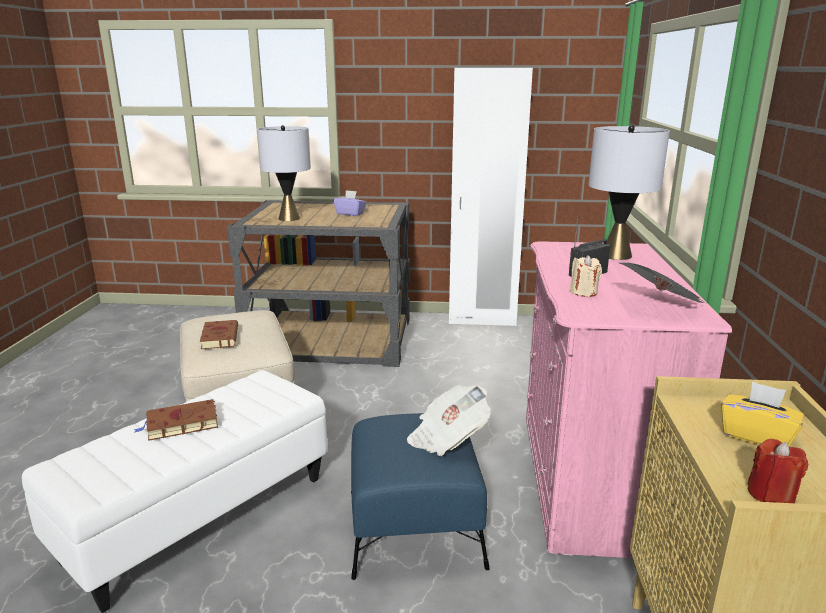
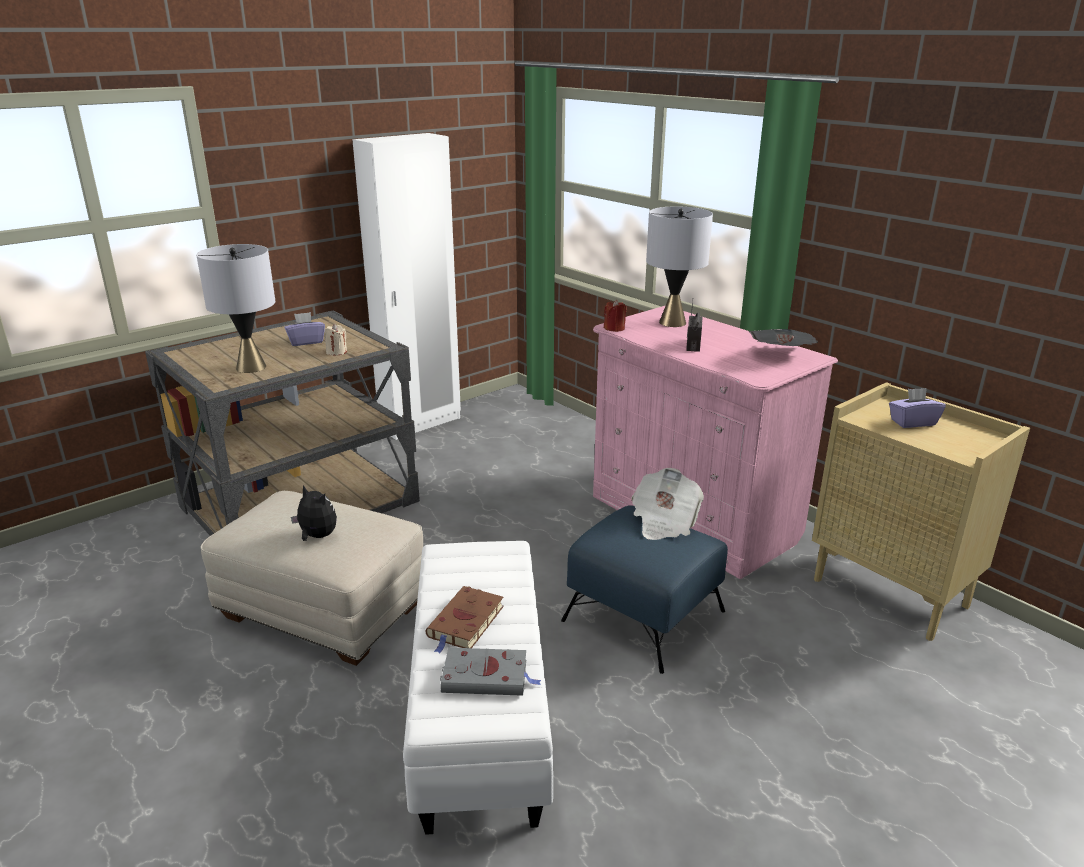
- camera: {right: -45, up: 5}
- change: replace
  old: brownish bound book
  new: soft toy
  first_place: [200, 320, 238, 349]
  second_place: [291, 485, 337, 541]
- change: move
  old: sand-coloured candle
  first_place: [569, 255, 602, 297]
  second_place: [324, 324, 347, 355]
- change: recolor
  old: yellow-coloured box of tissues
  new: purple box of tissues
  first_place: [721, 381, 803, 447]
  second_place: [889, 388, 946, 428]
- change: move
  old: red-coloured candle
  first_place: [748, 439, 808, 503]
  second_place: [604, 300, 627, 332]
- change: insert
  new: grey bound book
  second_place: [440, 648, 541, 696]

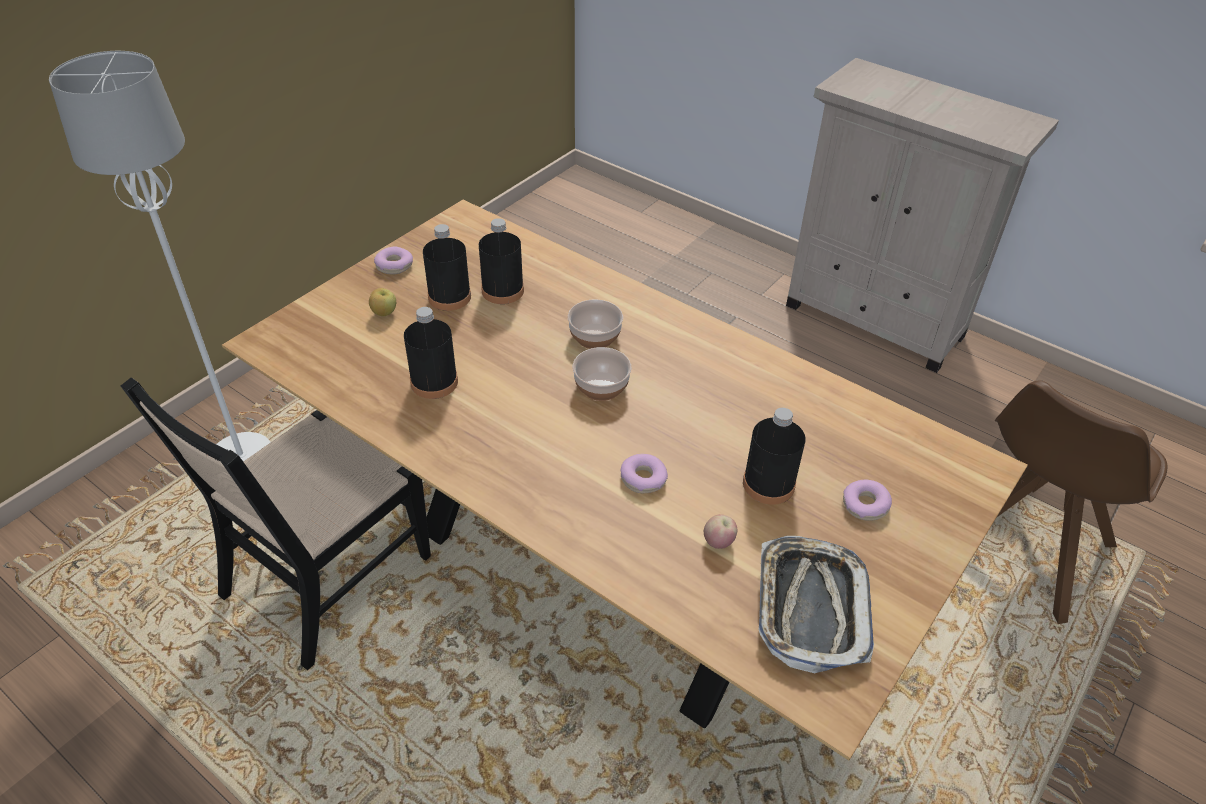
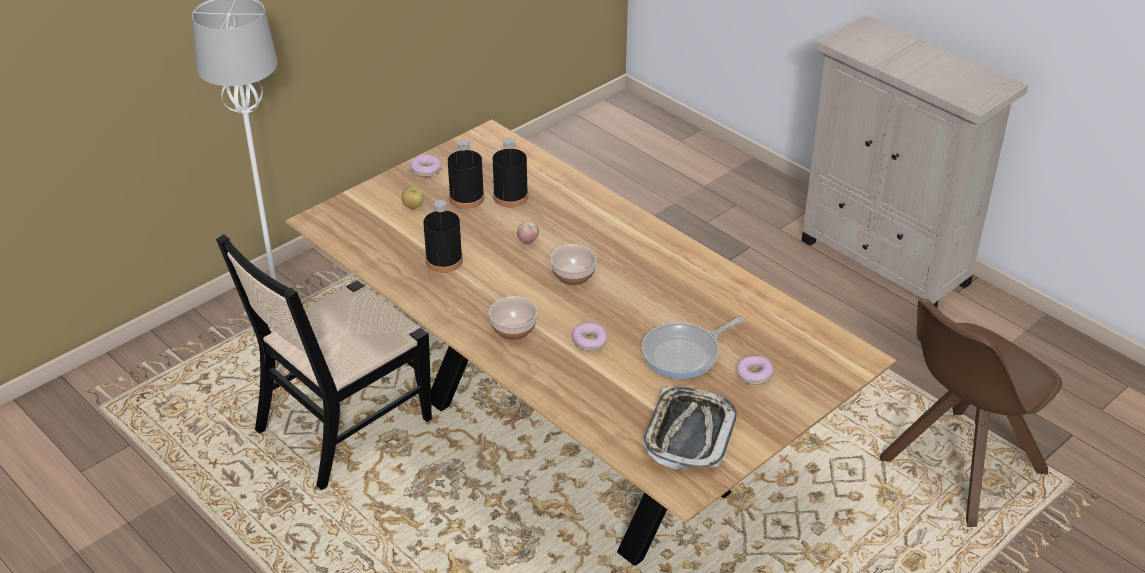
- camera: {right: 10, up: -5}
- change: move
  old: serving bowl
  first_place: [568, 300, 623, 349]
  second_place: [489, 296, 538, 340]
- change: move
  old: apple fruit
  first_place: [704, 514, 737, 549]
  second_place: [517, 221, 539, 244]
- change: replace
  old: black beverage bottle
  new: frying pan
  first_place: [743, 408, 806, 505]
  second_place: [641, 317, 744, 379]

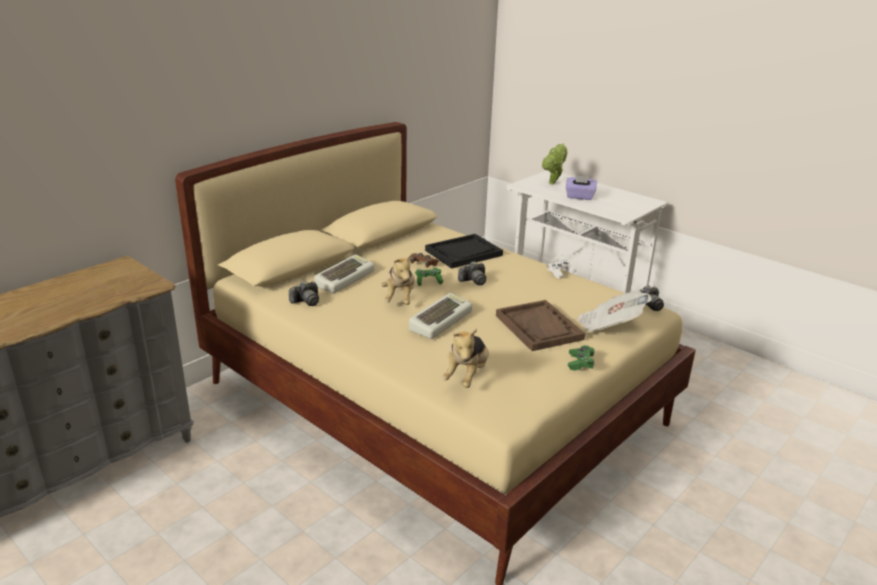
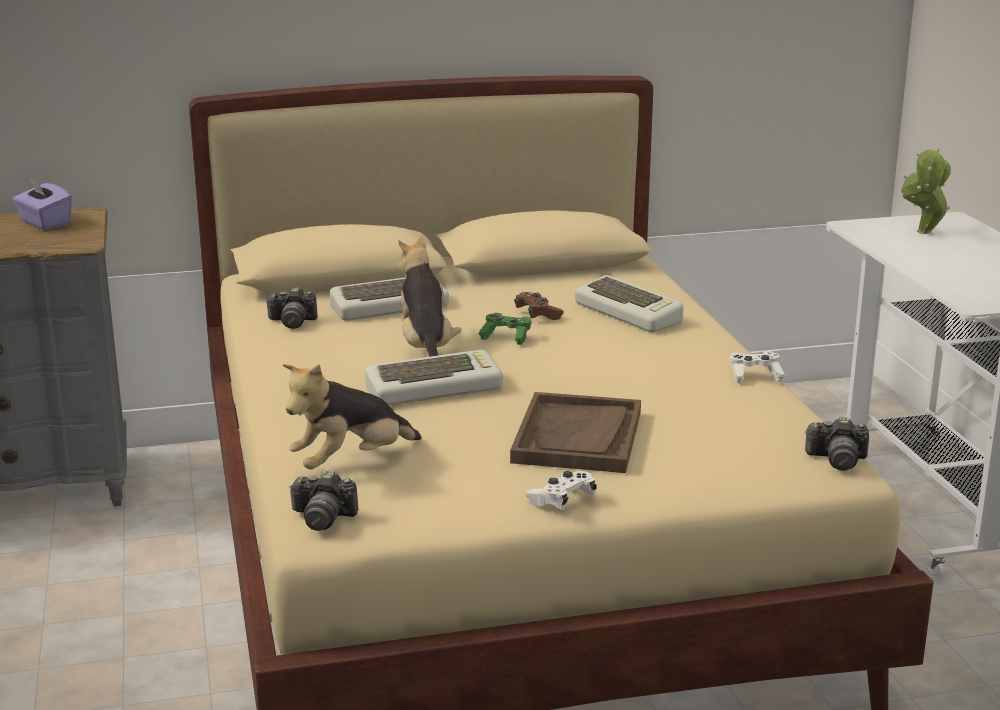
- camera: {right: 35, up: -5}
- change: rotate
  old: soft toy
  first_place: [381, 254, 415, 305]
  second_place: [398, 236, 462, 357]
  degrees: 135
- change: replace
  old: black serving tray
  new: PC keyboard
  first_place: [425, 234, 503, 269]
  second_place: [575, 275, 683, 332]
- change: move
  old: still camera
  first_place: [458, 261, 486, 285]
  second_place: [289, 471, 358, 531]
- change: move
  old: purple box of tissues
  first_place: [566, 175, 597, 200]
  second_place: [13, 176, 72, 230]
- change: recolor
  old: greenish joypad
  new: white-coloured joypad
  first_place: [568, 345, 595, 371]
  second_place: [526, 471, 597, 510]
- change: delete
  old: printed paper
  first_place: [577, 290, 652, 332]

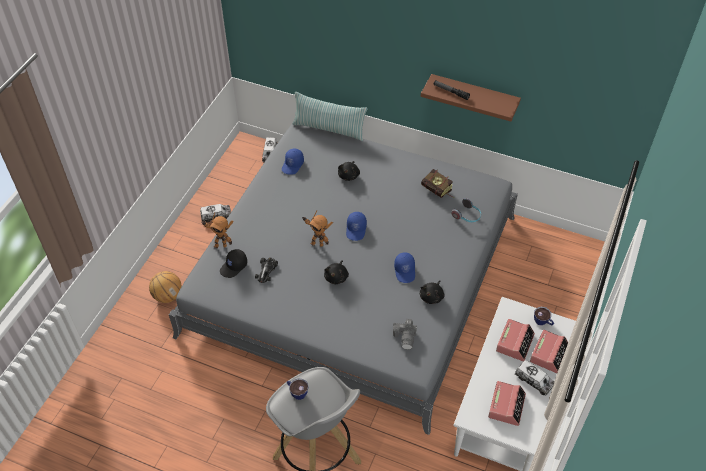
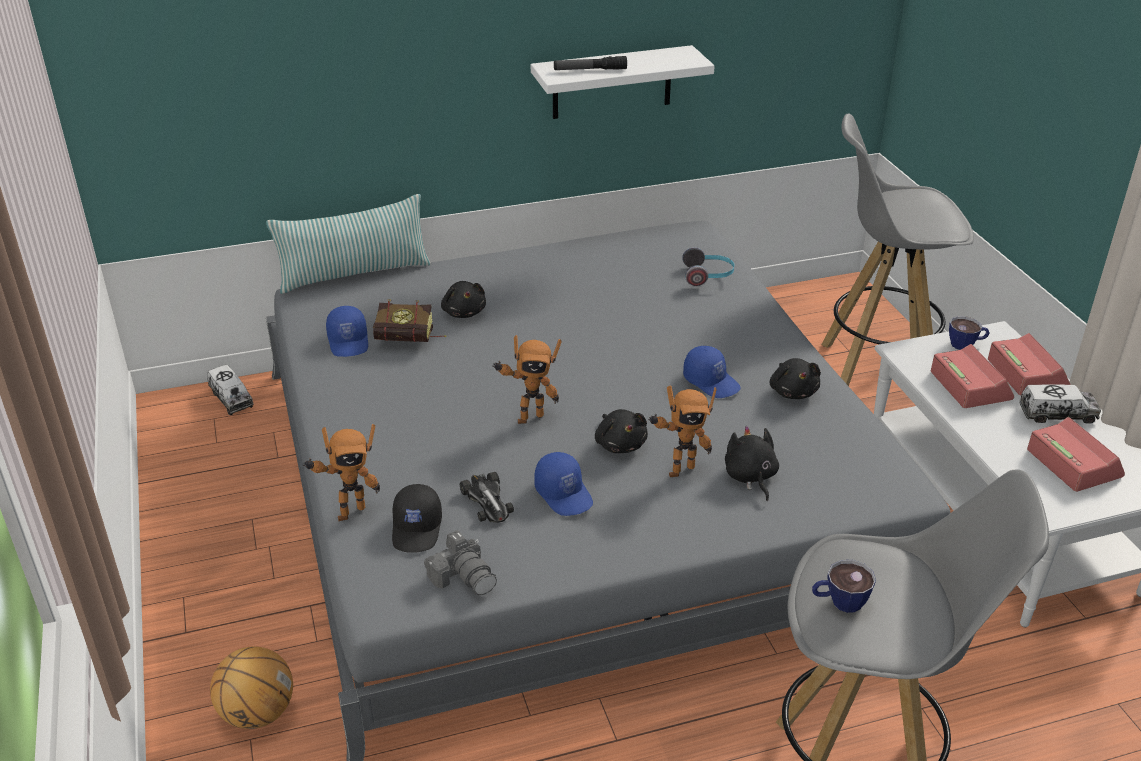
- camera: {right: -40, up: -15}
- change: delete
  old: toy truck
  first_place: [200, 204, 231, 222]
- change: move
  old: bluish cap
  first_place: [346, 212, 367, 241]
  second_place: [534, 452, 593, 516]
- change: move
  old: still camera
  first_place: [393, 319, 417, 350]
  second_place: [424, 530, 497, 595]
- change: recolor
  old: brownish shelf
  new: white-coloured shelf
  first_place: [421, 74, 521, 121]
  second_place: [531, 45, 715, 119]
- change: move
  old: bound book
  first_place: [421, 169, 455, 198]
  second_place: [373, 299, 447, 342]
- change: insert
  new: robot figure
  second_place: [648, 385, 717, 477]
- change: insert
  new: black soft toy
  second_place: [725, 426, 779, 501]
- change: insert
  new: grey stool seat
  second_place: [821, 114, 974, 386]

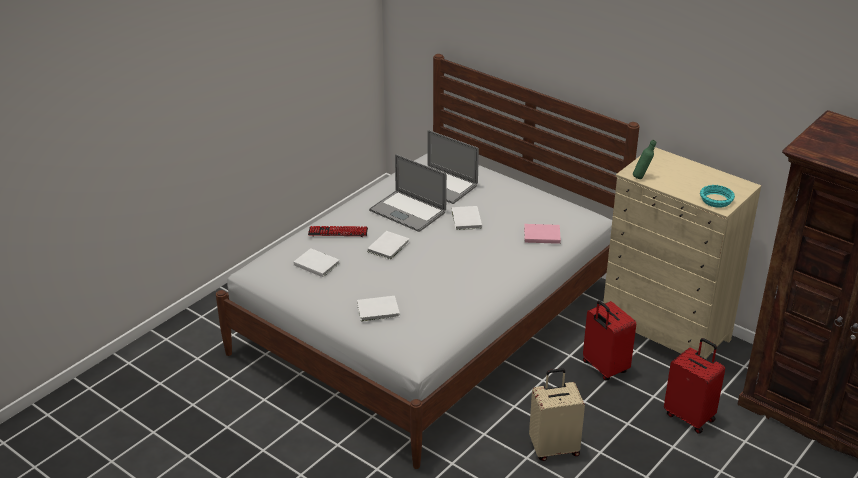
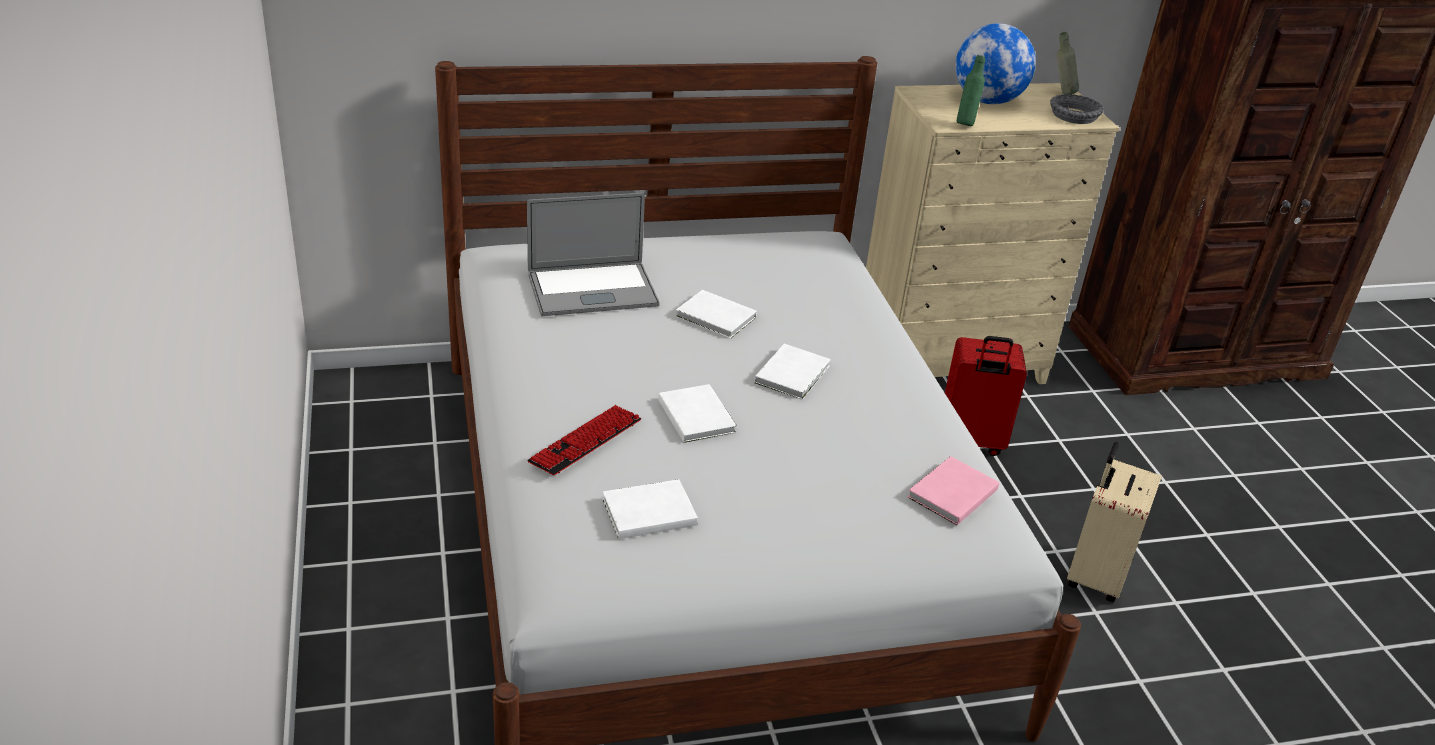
- camera: {right: -55, up: 0}
- change: move
  old: white-coloured bound book
  first_place: [357, 296, 400, 322]
  second_place: [754, 344, 831, 400]
- change: delete
  old: portable computer
  first_place: [369, 154, 447, 232]
- change: move
  old: pinkish bound book
  first_place: [524, 224, 561, 244]
  second_place: [908, 456, 999, 525]
- change: delete
  old: red-coloured suitcase
  first_place: [664, 338, 725, 434]
- change: recolor
  old: turquoise-coloured serving bowl
  new: grey serving bowl
  first_place: [700, 185, 735, 208]
  second_place: [1050, 94, 1104, 124]
- change: insert
  new: globe
  second_place: [956, 23, 1036, 104]
- change: insert
  new: grey beverage bottle
  second_place: [1057, 32, 1079, 95]

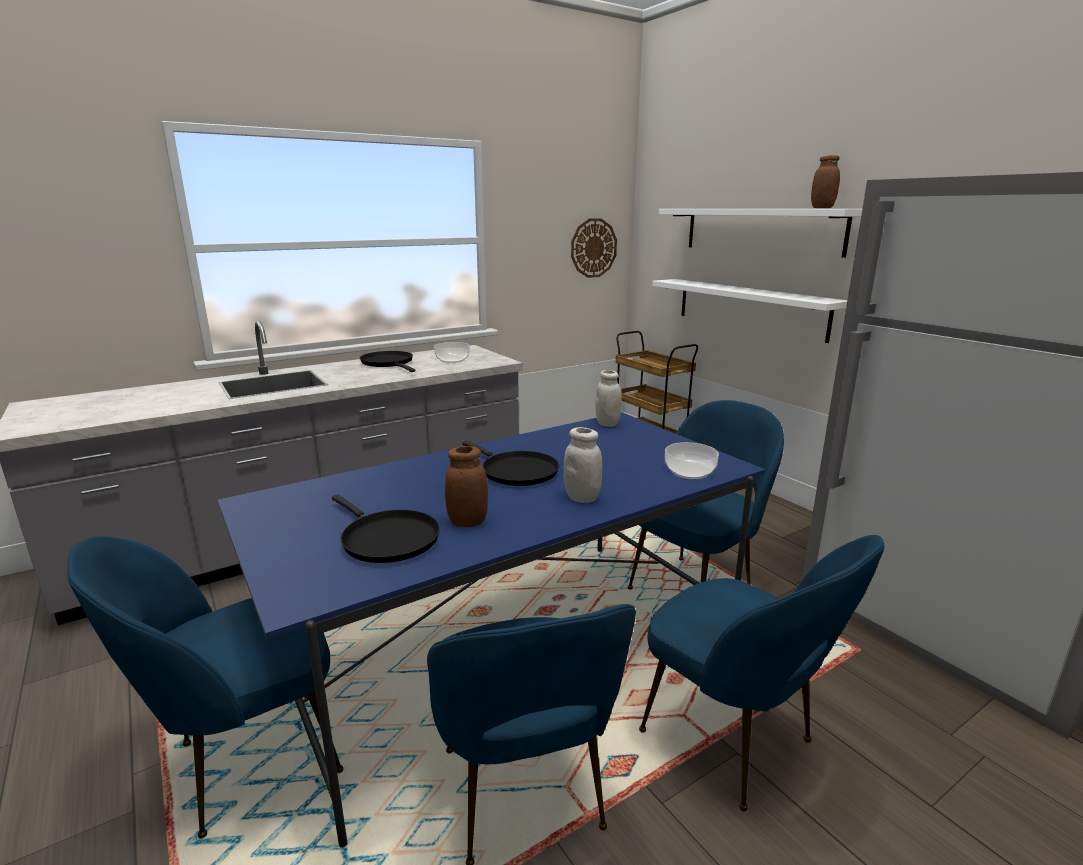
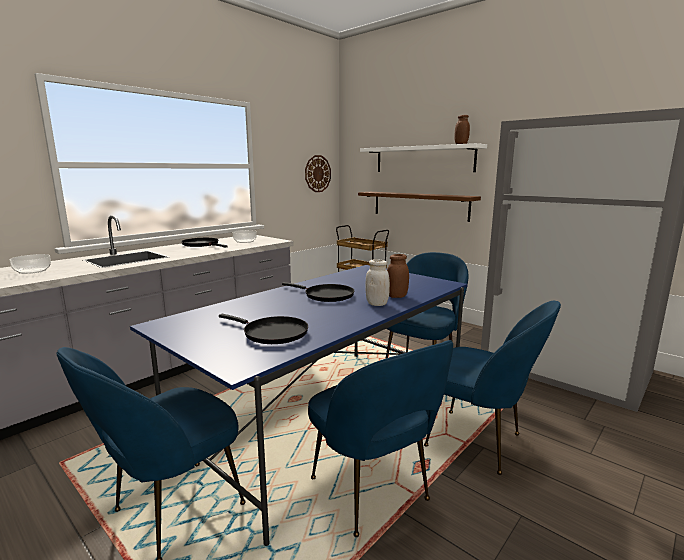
- camera: {right: -15, up: -5}
- change: move
  old: brownish storage jar
  first_place: [445, 446, 488, 527]
  second_place: [387, 254, 409, 298]
- change: delete
  old: white-coloured storage jar
  first_place: [595, 370, 622, 427]
- change: recolor
  old: white-coloured shelf
  new: brownish shelf
  first_place: [652, 279, 847, 343]
  second_place: [358, 192, 481, 222]
- change: move
  old: serving bowl
  first_place: [665, 442, 719, 479]
  second_place: [10, 254, 51, 274]

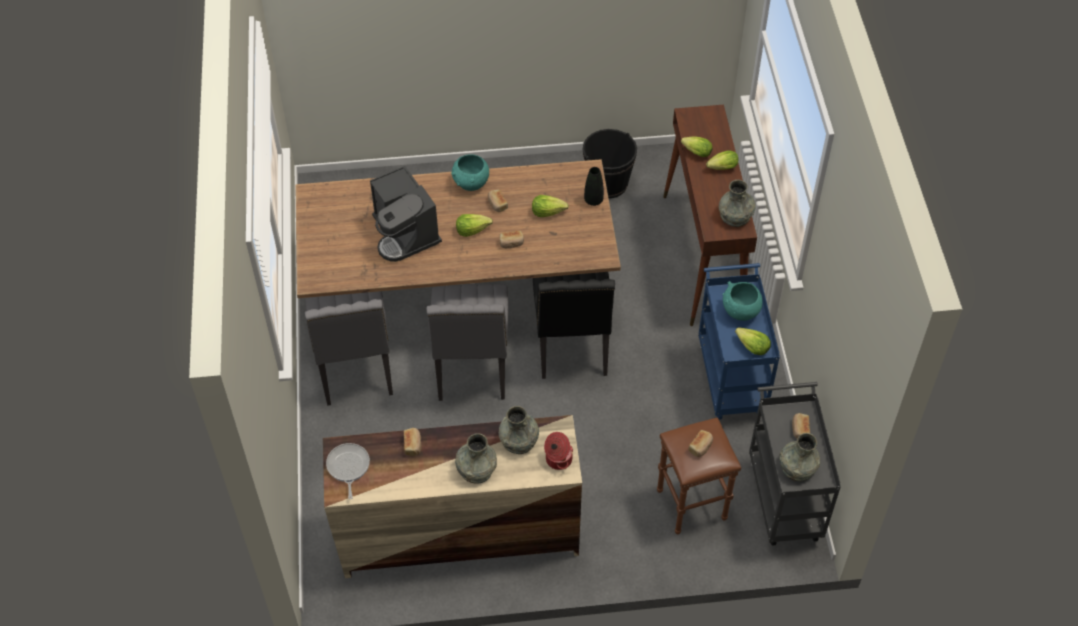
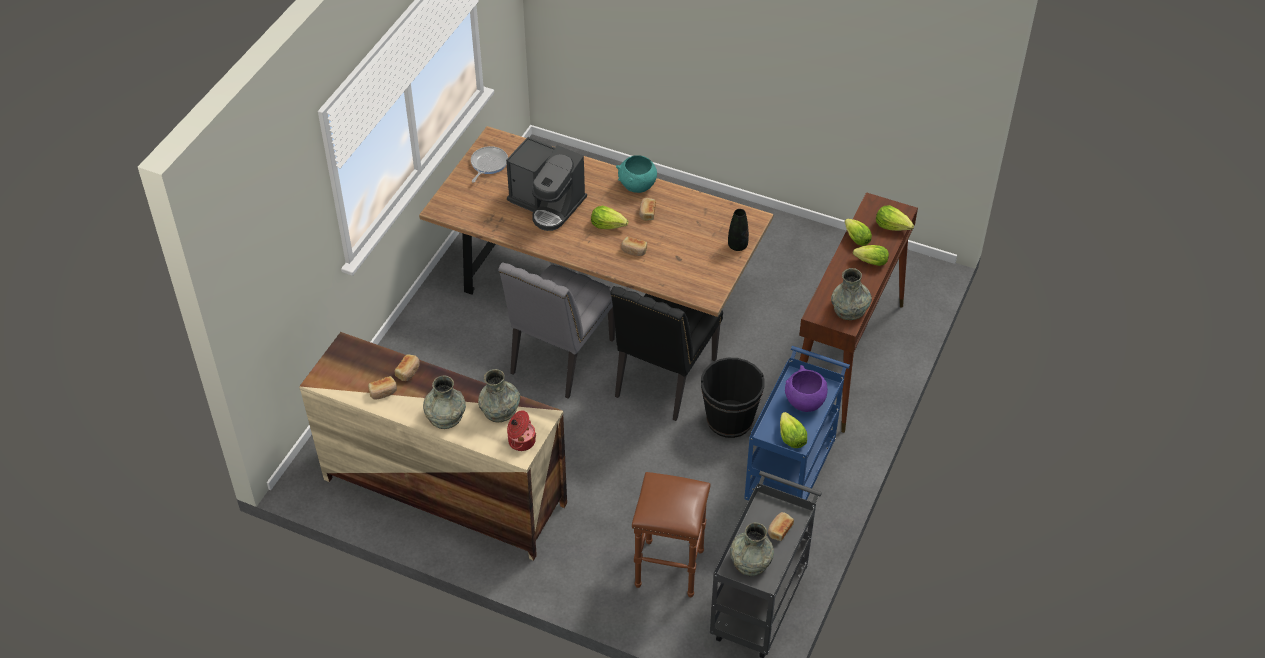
- camera: {right: 30, up: -5}
- change: delete
  old: grey upright chair
  first_place: [305, 291, 393, 406]
- change: move
  old: frying pan
  first_place: [326, 443, 370, 499]
  second_place: [471, 146, 508, 183]
- change: rotate
  old: coffee brewer
  first_place: [370, 166, 442, 262]
  second_place: [506, 137, 587, 231]
  degrees: -60
- change: move
  old: lettuce
  first_place: [532, 195, 569, 217]
  second_place: [876, 205, 914, 231]
- change: move
  old: black pail
  first_place: [582, 129, 637, 198]
  second_place: [701, 358, 765, 438]
- change: move
  old: bread
  first_place: [688, 430, 713, 457]
  second_place: [368, 376, 397, 399]
- change: recolor
  old: turquoise-coloured serving bowl
  new: purple serving bowl
  first_place: [723, 281, 763, 321]
  second_place: [785, 365, 828, 412]

